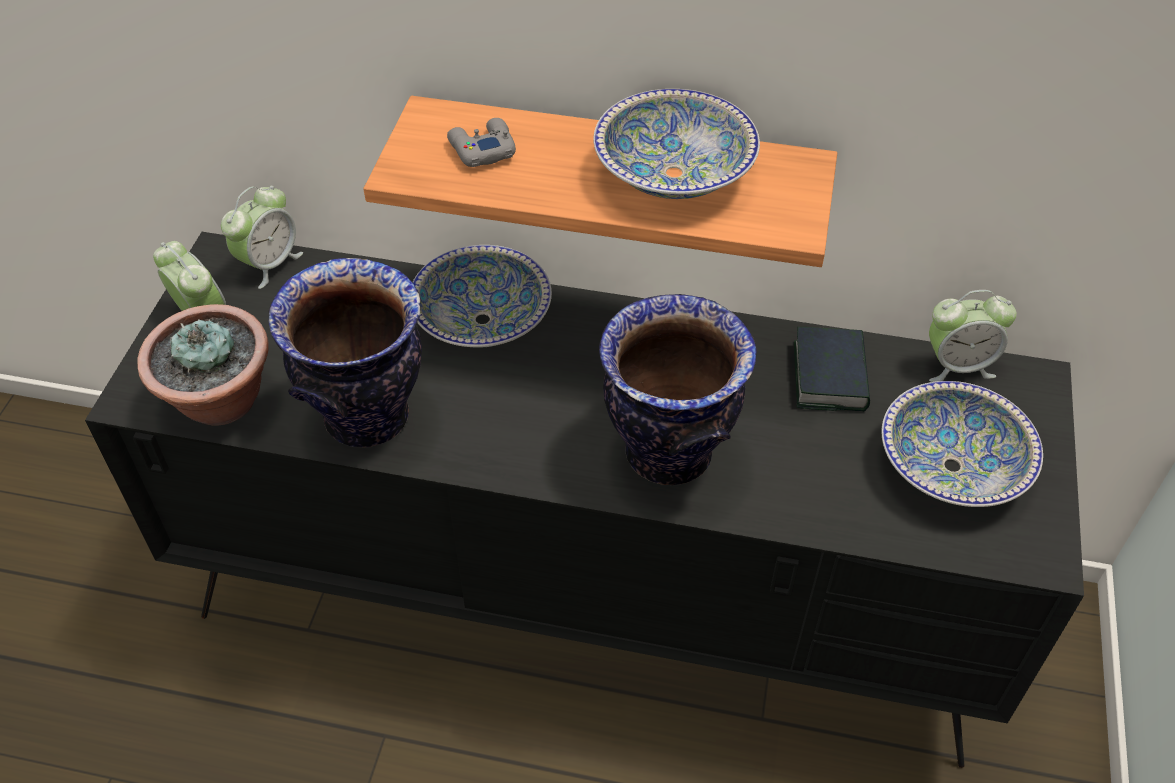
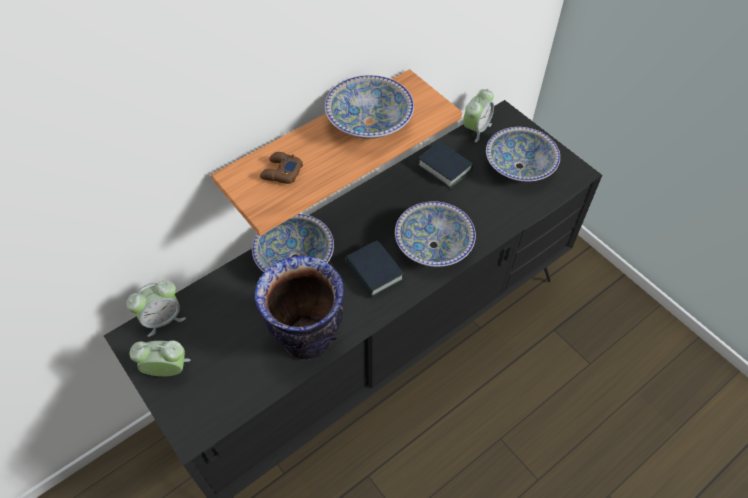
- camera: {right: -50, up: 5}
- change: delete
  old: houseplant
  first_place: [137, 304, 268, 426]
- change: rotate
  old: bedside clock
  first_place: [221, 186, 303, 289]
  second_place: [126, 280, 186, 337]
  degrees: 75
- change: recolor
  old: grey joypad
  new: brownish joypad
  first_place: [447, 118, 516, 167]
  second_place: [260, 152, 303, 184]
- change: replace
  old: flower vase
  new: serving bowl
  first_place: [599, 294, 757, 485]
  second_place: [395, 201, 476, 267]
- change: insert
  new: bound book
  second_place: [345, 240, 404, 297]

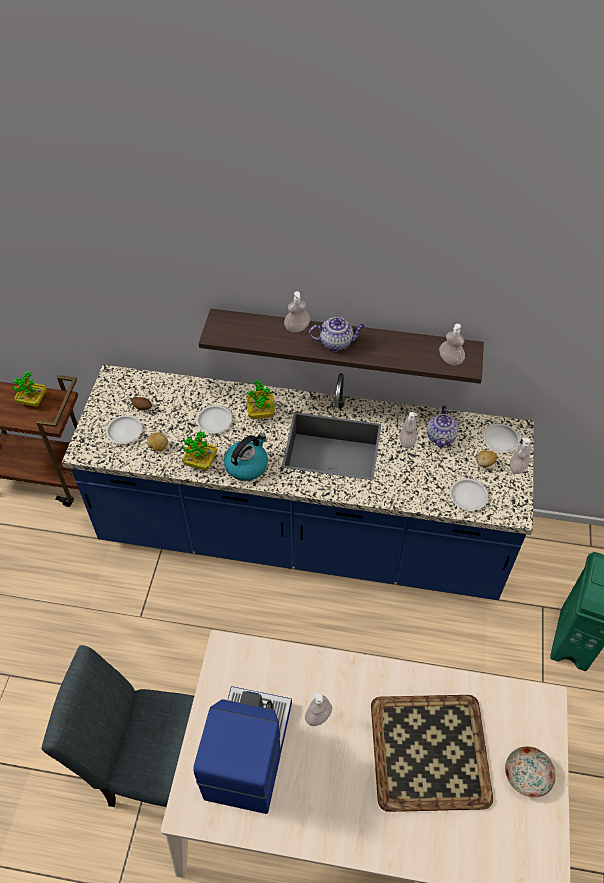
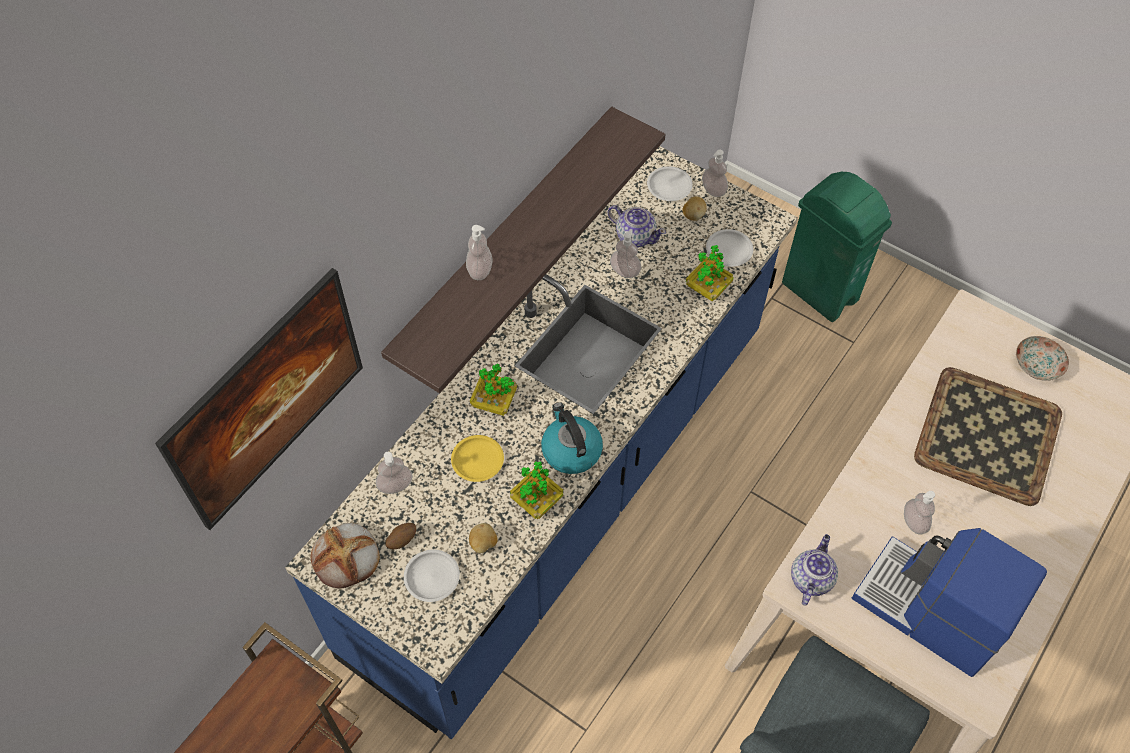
- camera: {right: -65, up: 5}
- change: move
  old: houseplant
  first_place: [13, 372, 47, 407]
  second_place: [686, 245, 734, 302]
- change: recolor
  old: white-coloured plate
  new: yellow-coloured plate
  first_place: [196, 405, 232, 434]
  second_place: [451, 435, 504, 482]
- change: move
  old: pot for tea
  first_place: [309, 317, 365, 351]
  second_place: [791, 534, 838, 606]
- change: move
  old: liquid soap bottle
  first_place: [439, 324, 465, 365]
  second_place: [376, 452, 413, 494]
- change: insert
  new: picture
  second_place: [155, 268, 363, 530]
- change: insert
  new: bread
  second_place: [311, 523, 380, 588]

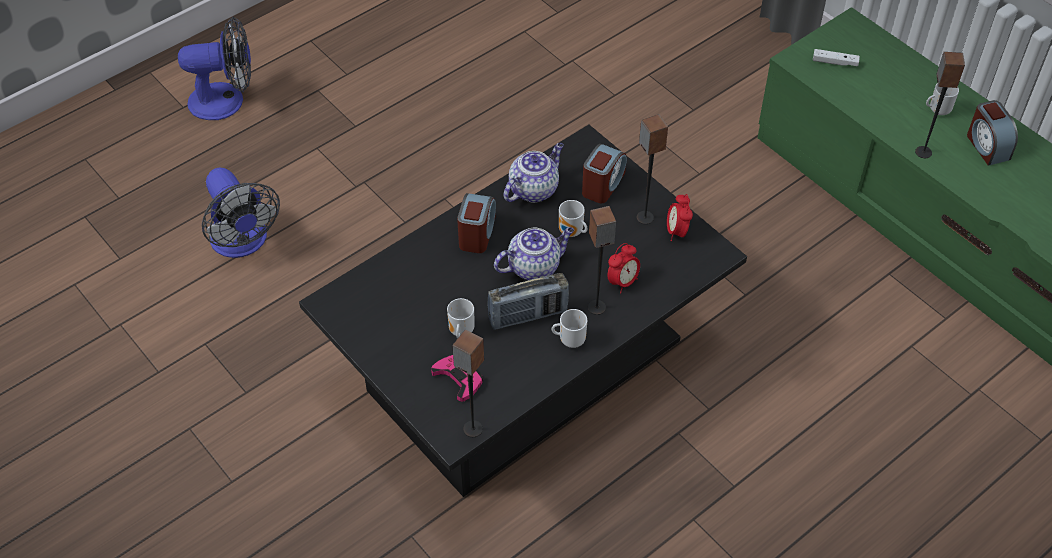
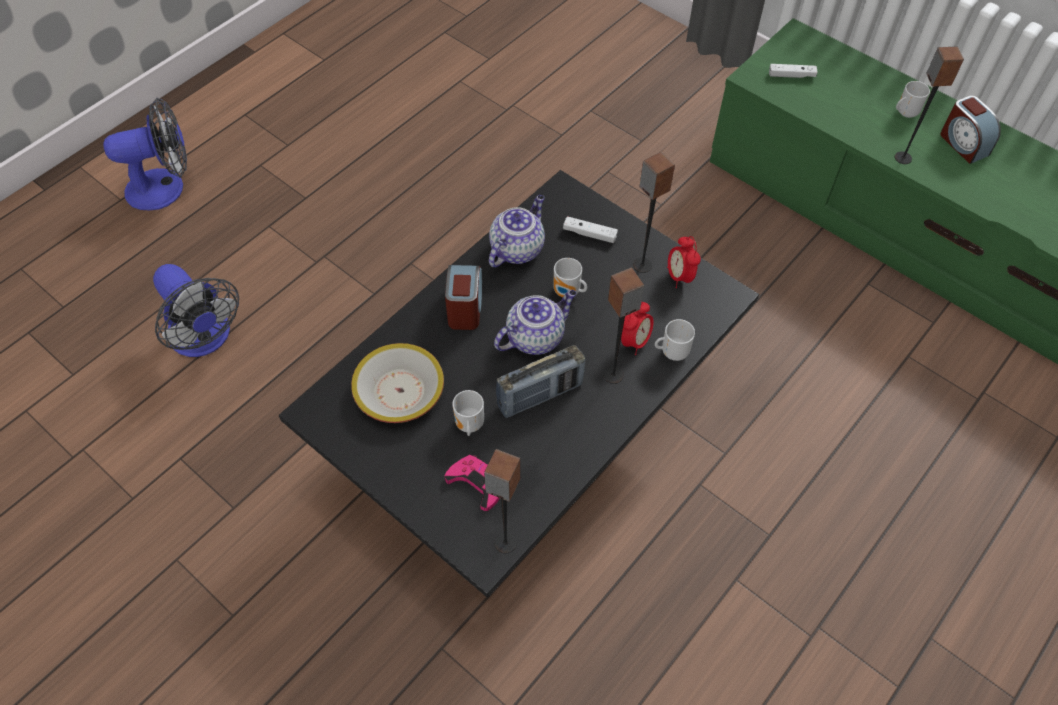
- camera: {right: -10, up: 5}
- change: move
  old: mug
  first_place: [552, 309, 587, 348]
  second_place: [655, 319, 695, 361]
- change: replace
  old: bedside clock
  new: white-coloured joypad
  first_place: [582, 144, 627, 203]
  second_place: [563, 216, 618, 243]
- change: insert
  new: serving bowl
  second_place: [351, 343, 444, 423]

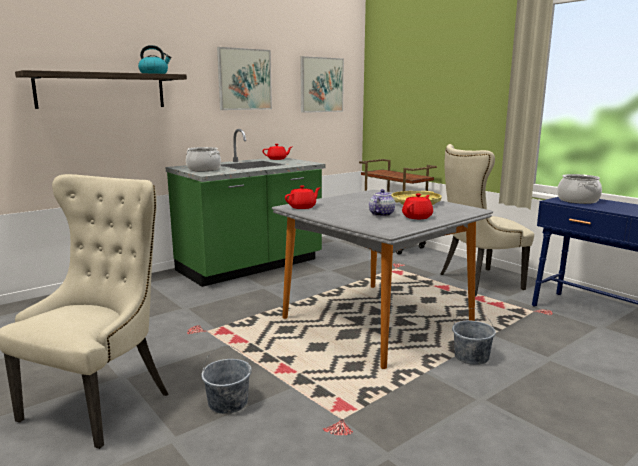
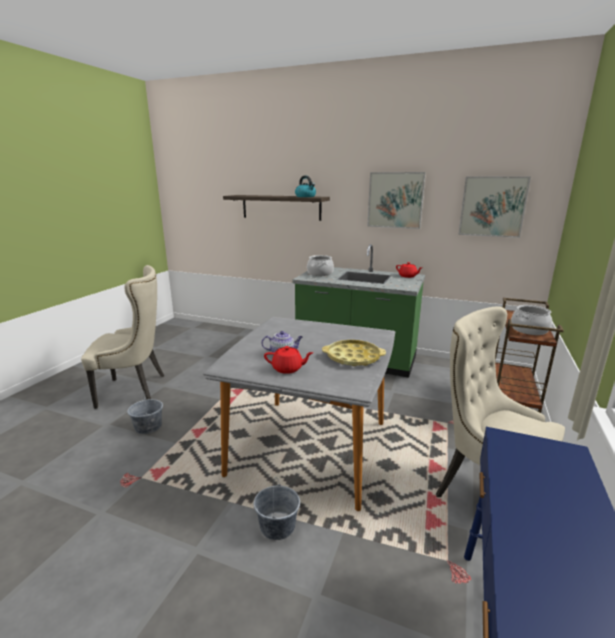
- camera: {right: 60, up: 5}
- change: delete
  old: red-coloured pot for tea
  first_place: [285, 185, 320, 209]
- change: move
  old: stockpot
  first_place: [557, 174, 602, 204]
  second_place: [511, 305, 552, 335]

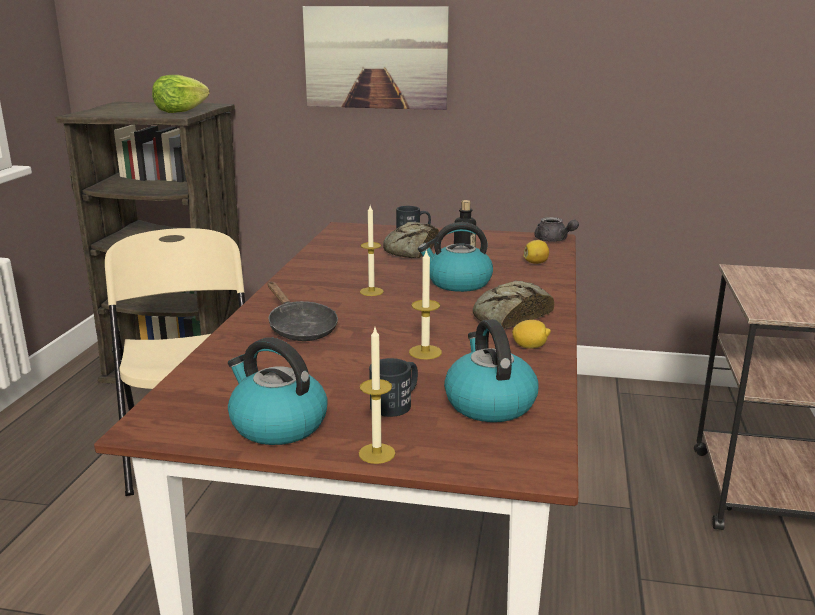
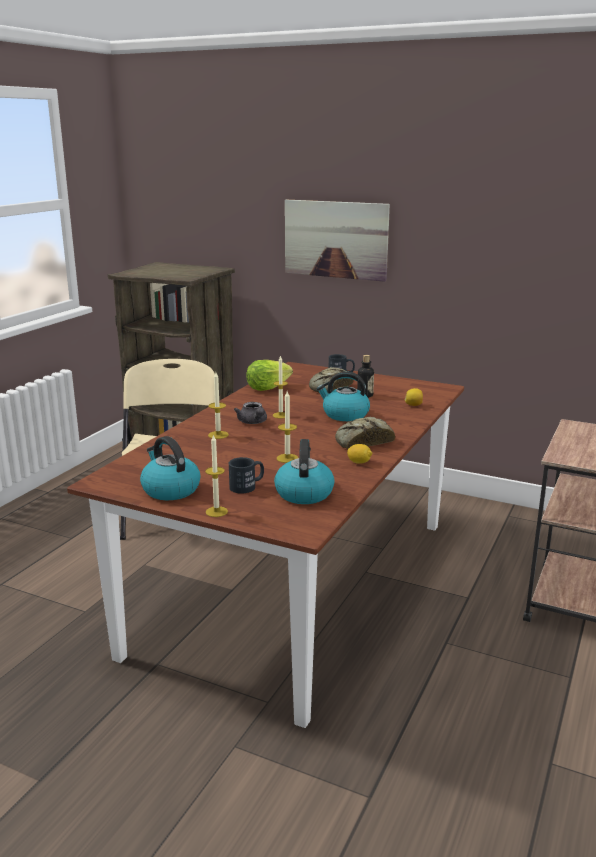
- camera: {right: 15, up: 0}
- change: move
  old: lettuce
  first_place: [152, 75, 210, 113]
  second_place: [246, 360, 293, 391]
- change: replace
  old: black frying pan
  new: candle
  first_place: [268, 281, 338, 341]
  second_place: [208, 372, 229, 439]
- change: move
  old: grey pot for tea
  first_place: [534, 217, 579, 242]
  second_place: [234, 402, 267, 424]

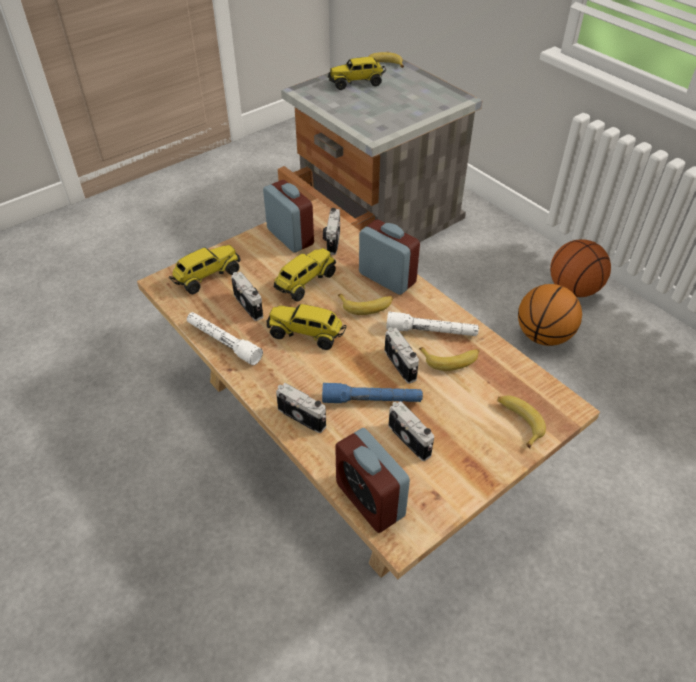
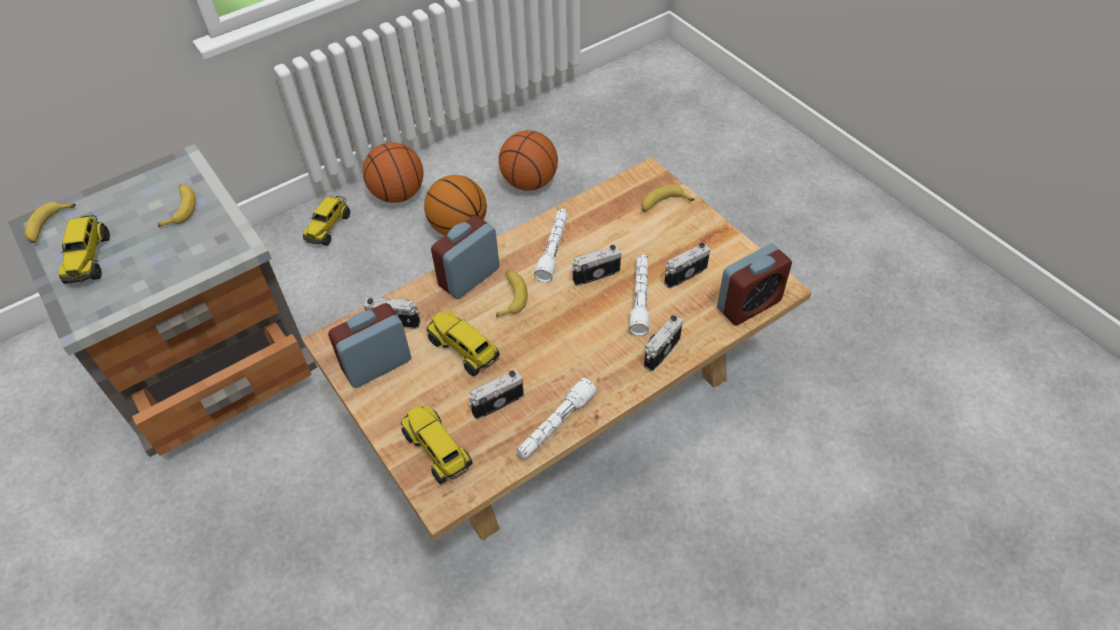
- camera: {right: -85, up: 5}
- change: move
  old: toy truck
  first_place: [267, 304, 347, 350]
  second_place: [303, 196, 350, 246]
- change: recolor
  old: bluish hand torch
  new: white-coloured hand torch
  first_place: [322, 383, 423, 403]
  second_place: [629, 255, 649, 336]
- change: move
  old: banana
  first_place: [419, 347, 479, 371]
  second_place: [158, 184, 196, 227]
- change: insert
  new: basketball ball
  second_place: [499, 130, 558, 191]

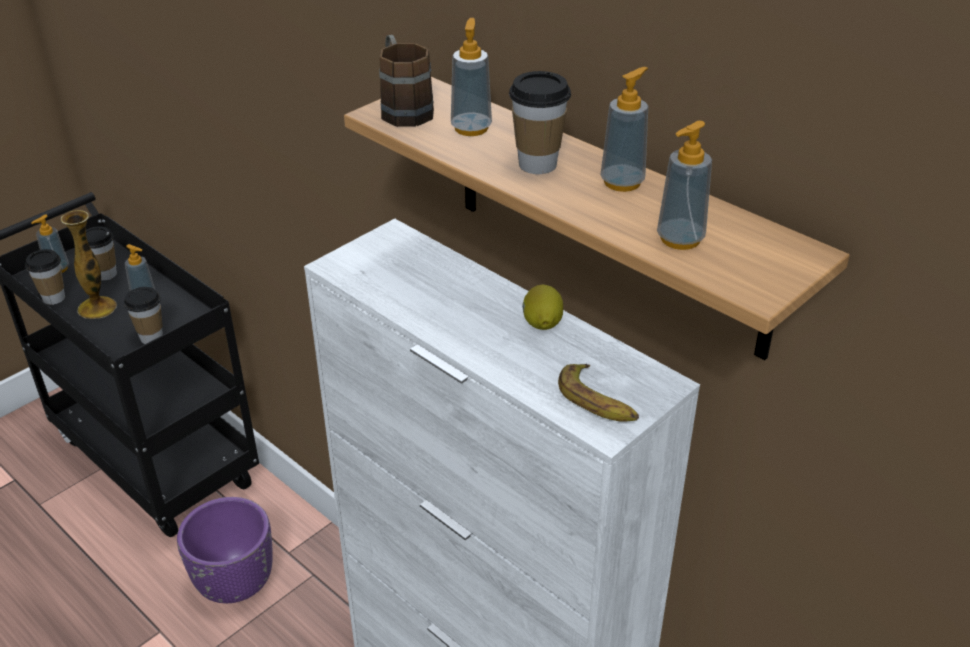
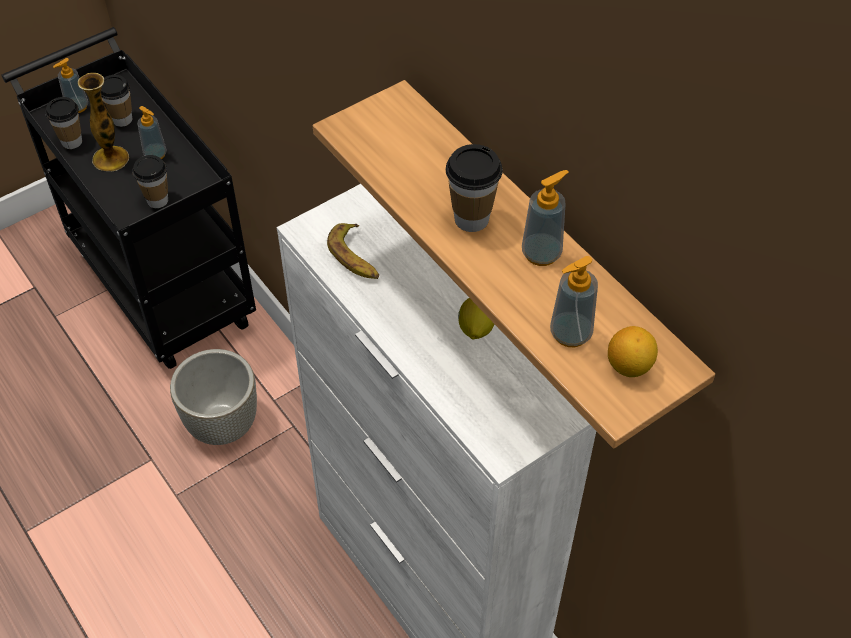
- camera: {right: 10, up: 15}
- change: recolor
  old: purple flower pot
  new: grey flower pot
  first_place: [177, 497, 273, 603]
  second_place: [170, 349, 257, 445]
- change: delete
  old: brownish mug
  first_place: [379, 35, 434, 127]
- change: delete
  old: liquid soap bottle
  first_place: [451, 18, 492, 136]
- change: move
  old: banana
  first_place: [558, 364, 639, 422]
  second_place: [327, 223, 379, 279]
- change: insert
  new: citrus fruit
  second_place: [608, 326, 658, 377]

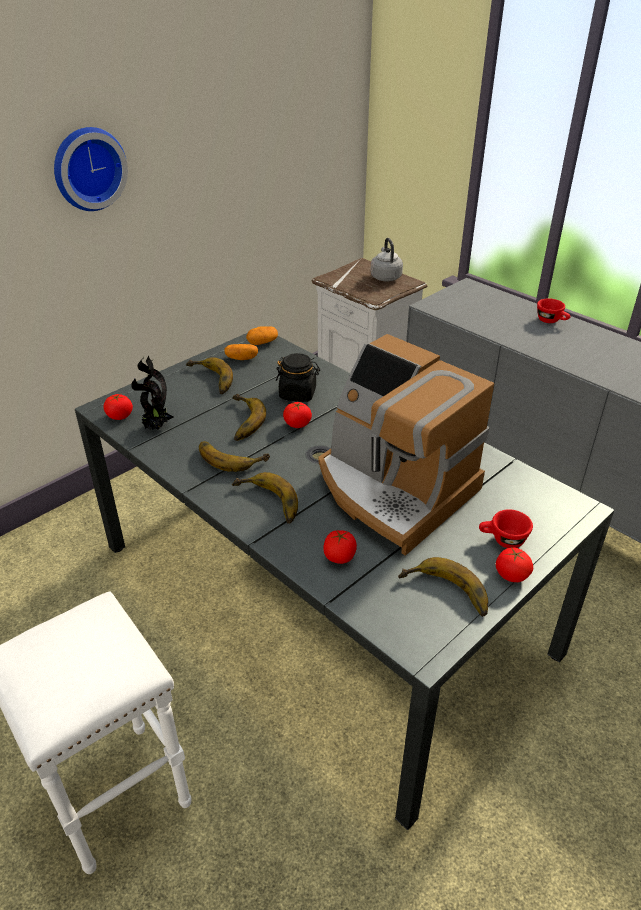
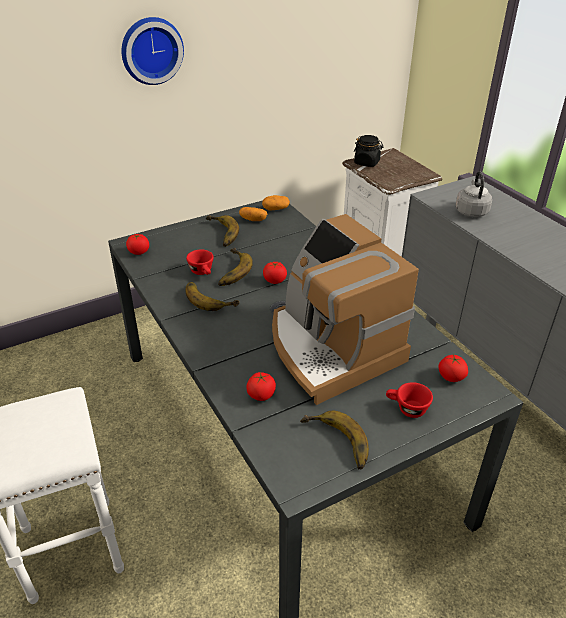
- camera: {right: 15, up: 0}
- change: delete
  old: houseplant
  first_place: [131, 356, 174, 431]
- change: delete
  old: banana
  first_place: [232, 472, 298, 523]
- change: move
  old: black storage jar
  first_place: [276, 353, 320, 402]
  second_place: [354, 135, 383, 167]
- change: move
  old: grey water kettle
  first_place: [370, 238, 403, 281]
  second_place: [456, 171, 492, 217]
- change: move
  old: tomato
  first_place: [496, 547, 533, 582]
  second_place: [438, 354, 468, 382]
- change: move
  old: red-coloured small cup
  first_place: [537, 298, 571, 323]
  second_place: [186, 250, 214, 275]

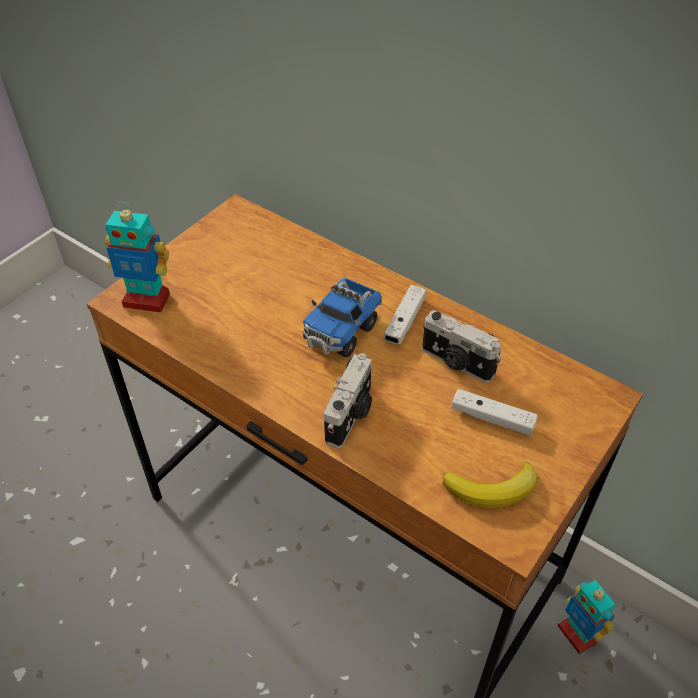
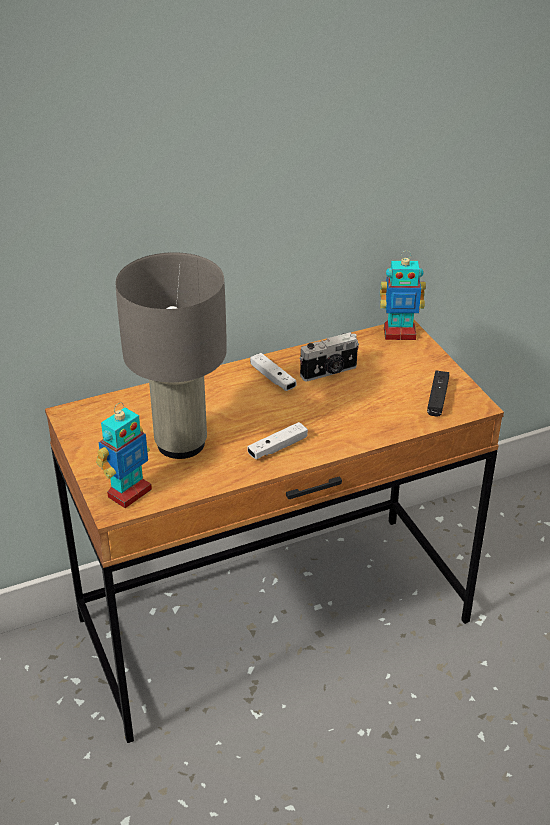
- camera: {right: -60, up: -10}
- change: delete
  old: toy truck
  first_place: [303, 277, 382, 358]
- change: delete
  old: still camera
  first_place: [324, 353, 372, 448]
- change: replace
  old: banana
  new: black joypad
  first_place: [443, 462, 537, 508]
  second_place: [427, 370, 449, 417]
- change: move
  old: white-coloured joypad
  first_place: [451, 389, 538, 436]
  second_place: [248, 422, 308, 459]
- change: move
  old: robot figure
  first_place: [558, 580, 616, 654]
  second_place: [380, 251, 426, 340]
- change: insert
  new: grey tabletop lamp
  second_place: [116, 252, 227, 459]

